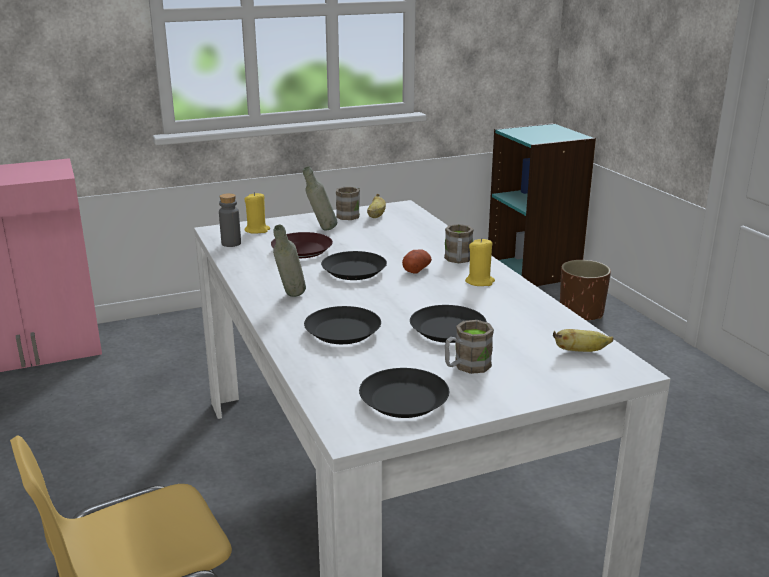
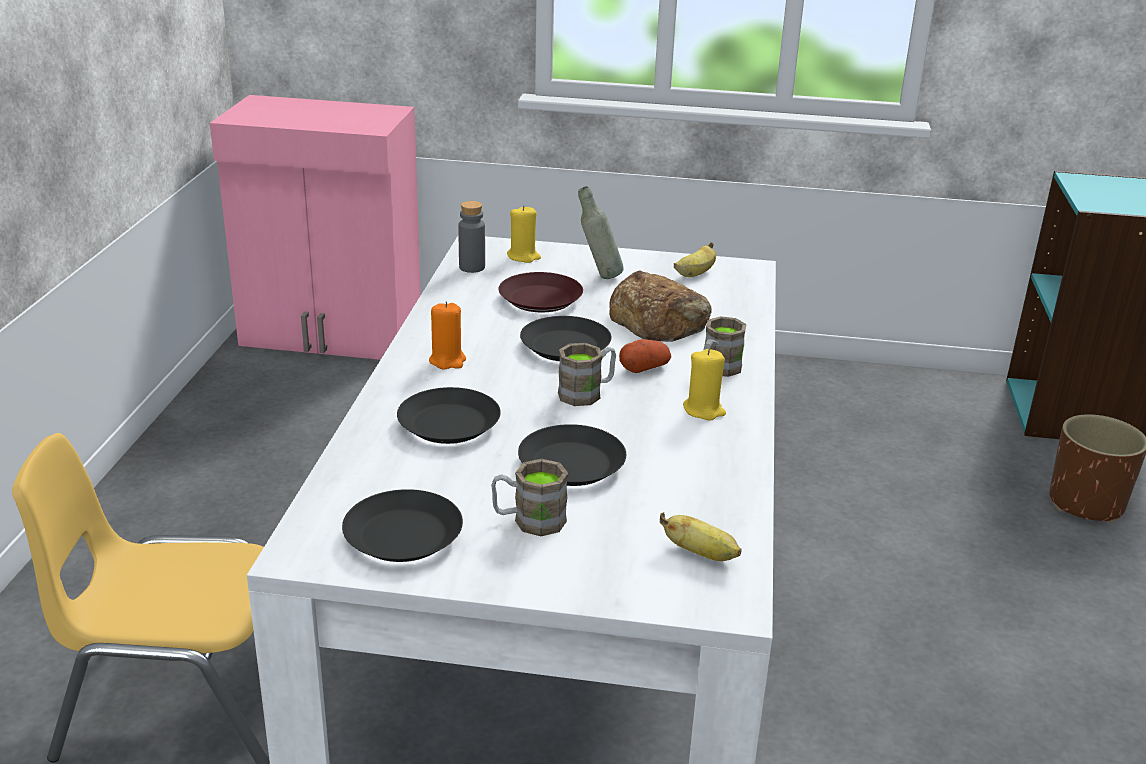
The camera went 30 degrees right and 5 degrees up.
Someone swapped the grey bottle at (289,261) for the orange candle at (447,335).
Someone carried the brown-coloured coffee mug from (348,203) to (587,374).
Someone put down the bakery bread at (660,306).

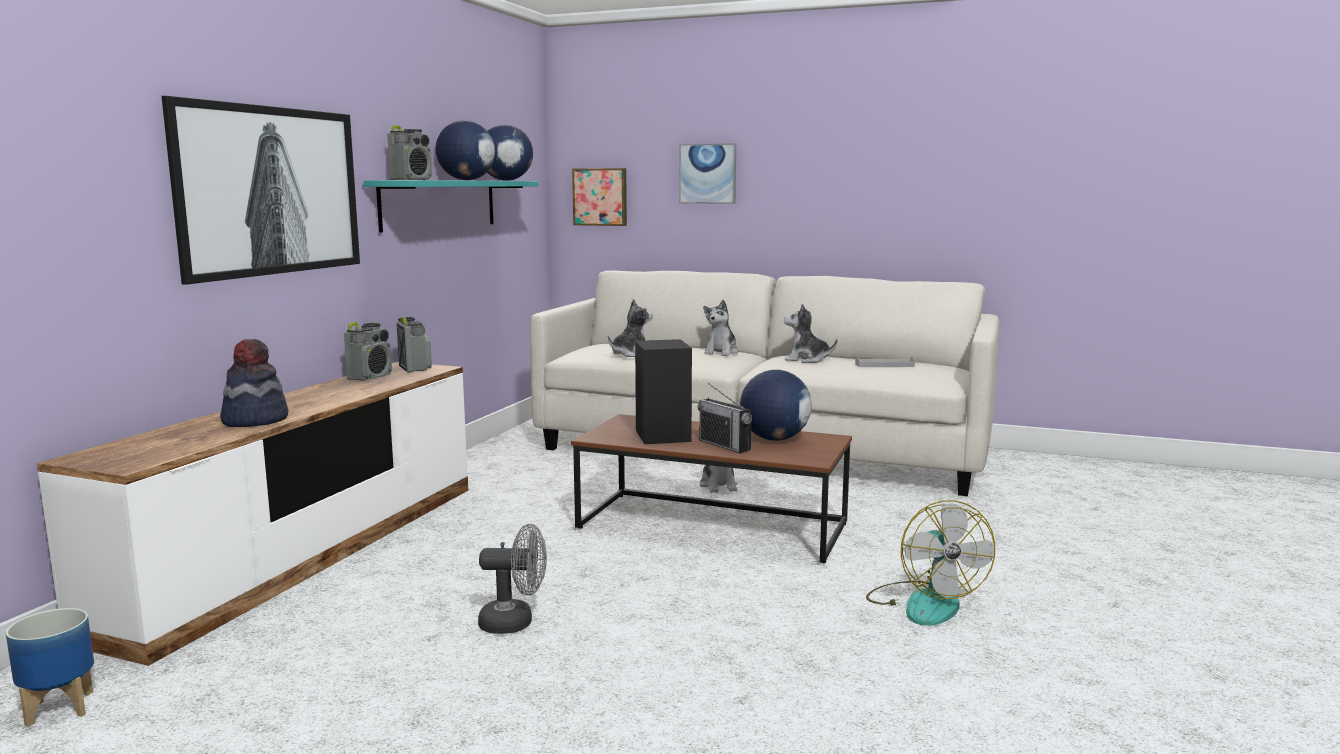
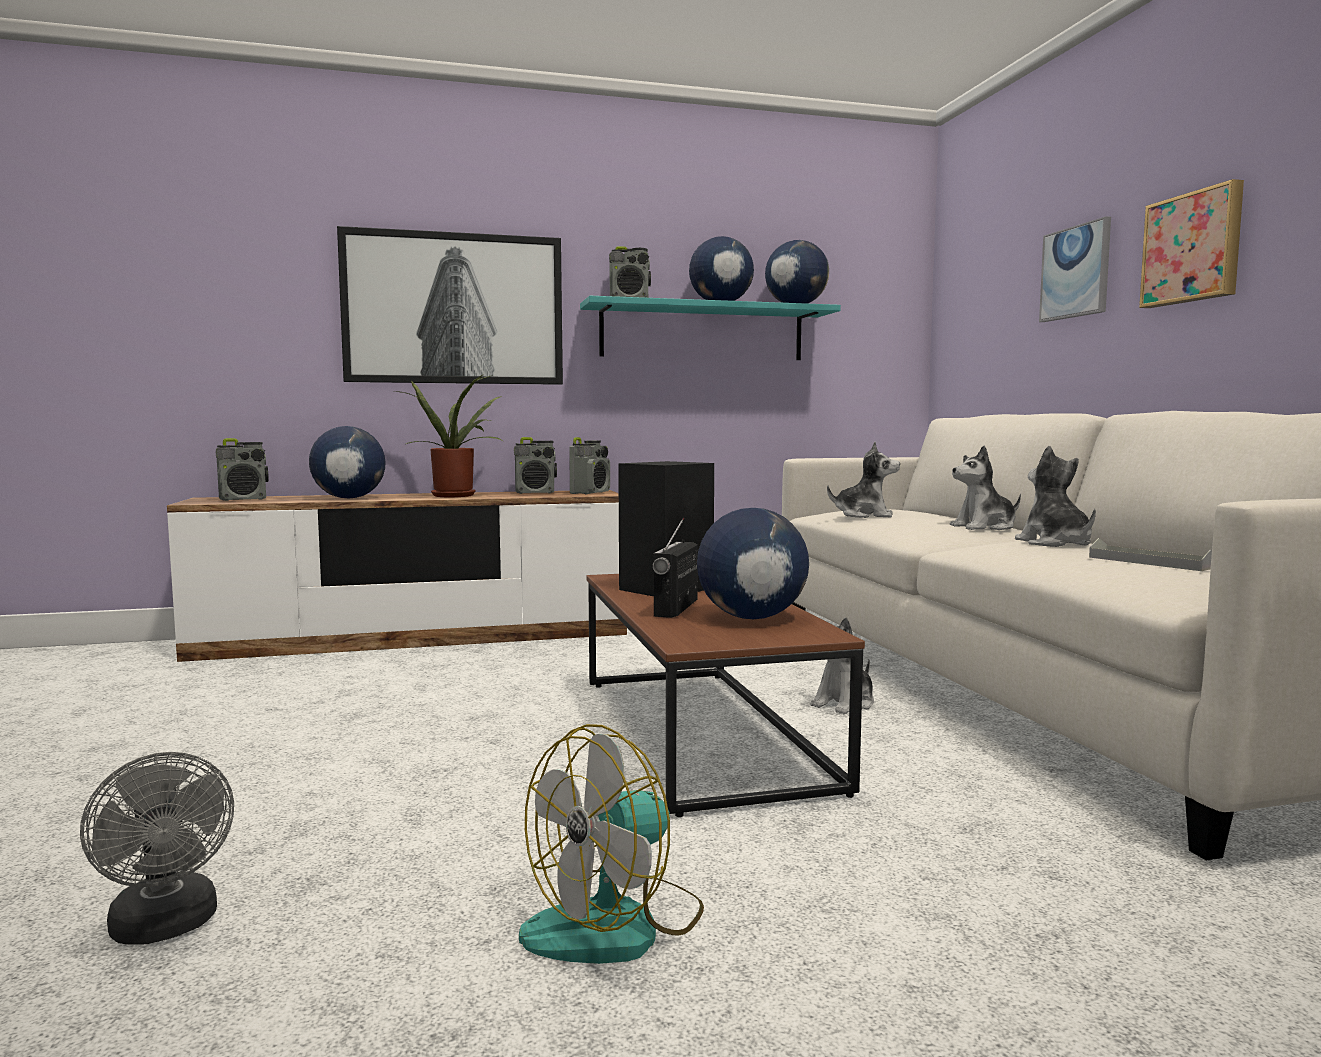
The camera went 55 degrees right and 5 degrees down.
Someone carried the grey fan from (512,579) to (157,848).
Someone put down the radio set at (242,469).
Someone swapped the clothing hat at (254,383) for the world globe at (347,462).
Someone put down the potted plant at (448,435).
Someone carried the picture from (599,197) to (1191,243).
Someone took away the plant pot at (50,667).

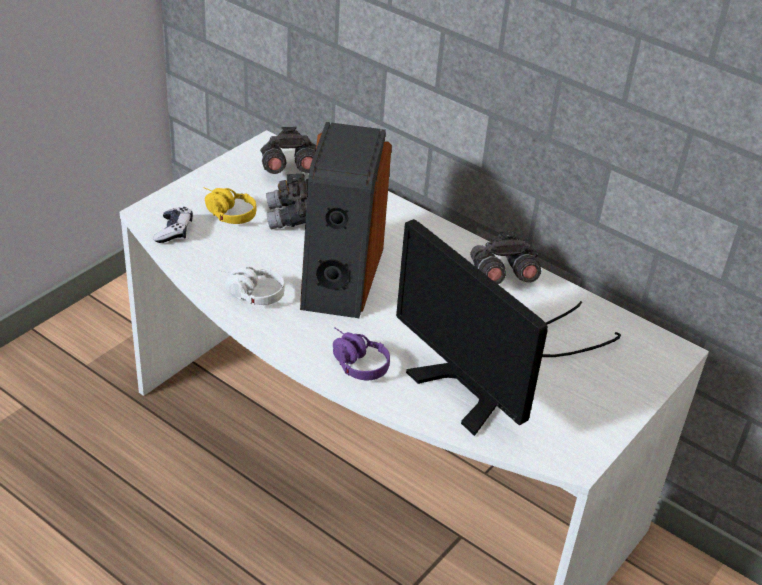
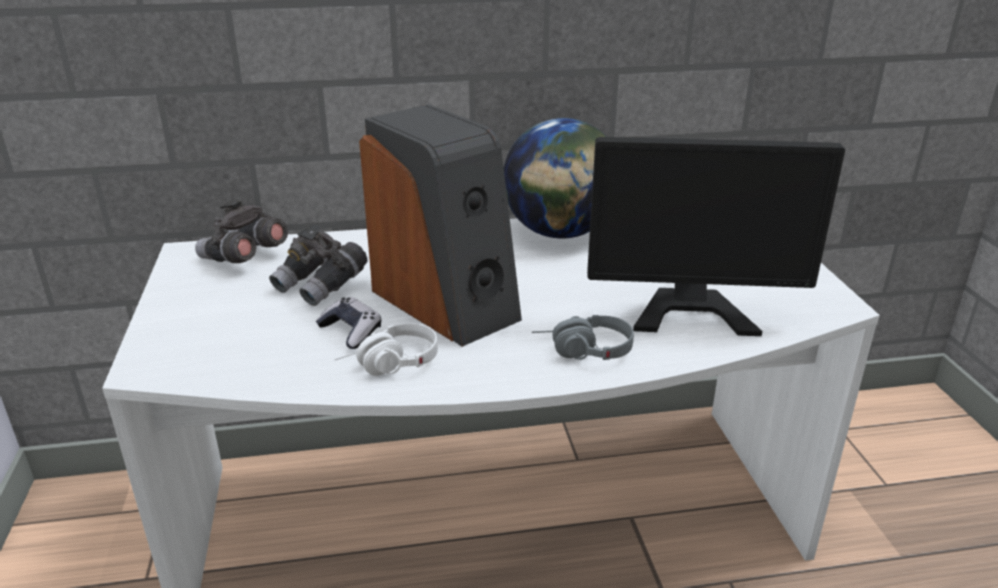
The camera went 45 degrees left and 10 degrees down.
Someone carried the gamepad from (173,225) to (348,323).
Someone swapped the grey binoculars at (505,257) for the world globe at (555,178).
Someone repainted the purplish headset at (361,353), which became the grey headset at (583,337).
Someone took away the yellow headset at (230,205).

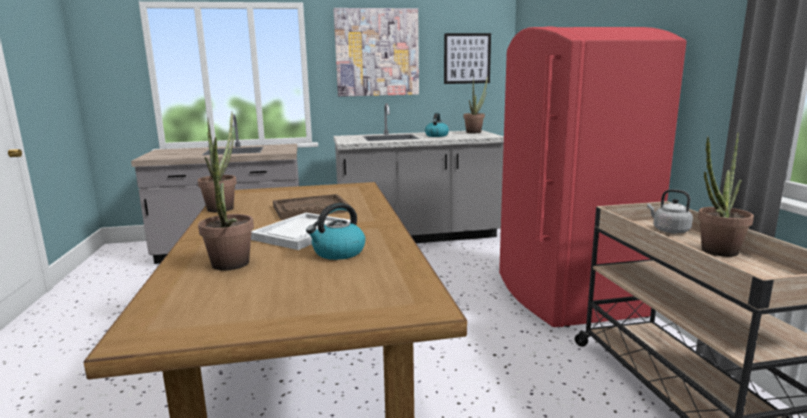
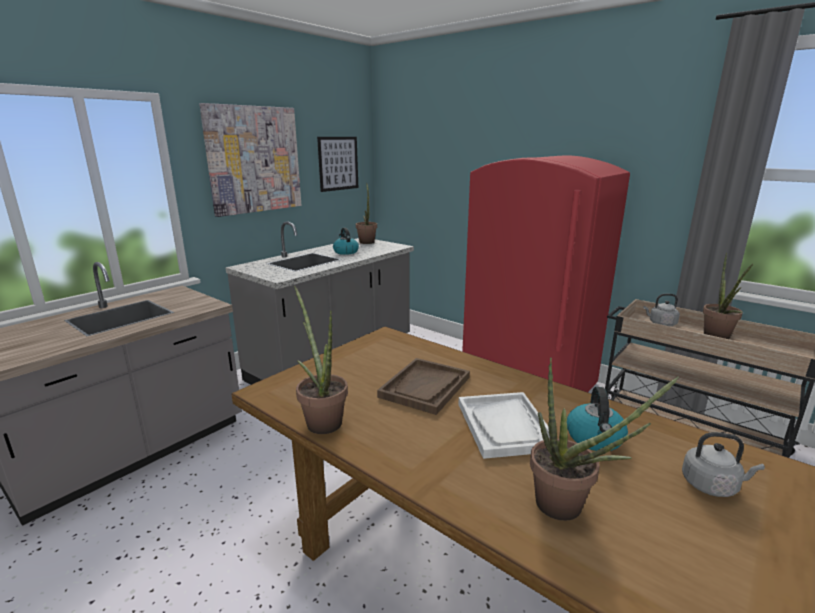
The camera went 40 degrees left and 5 degrees up.
Someone put down the grey tea kettle at (723,464).

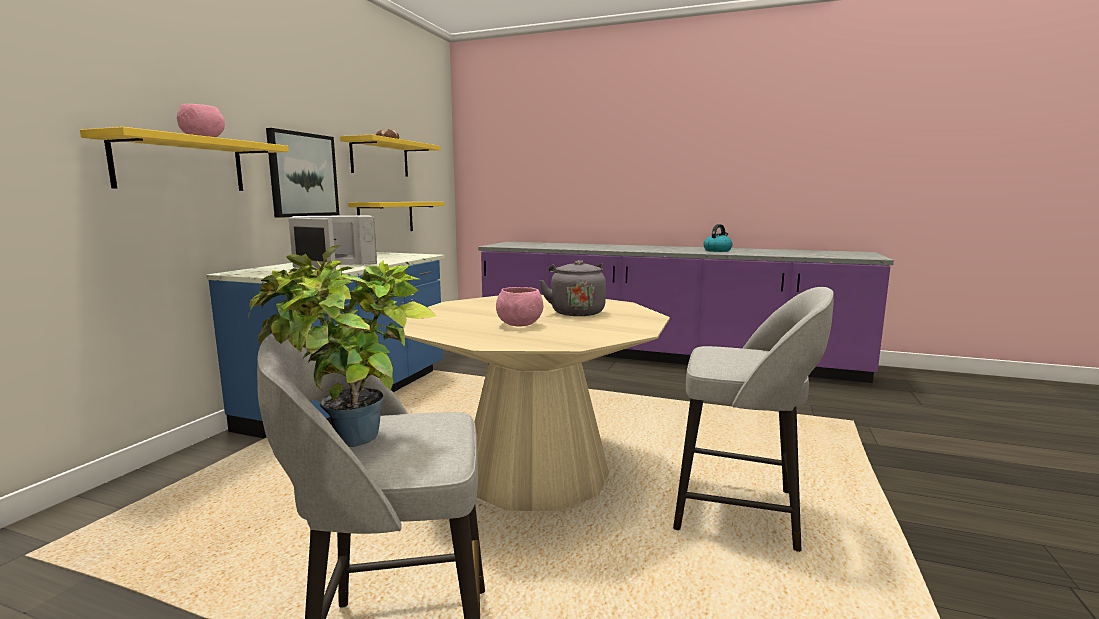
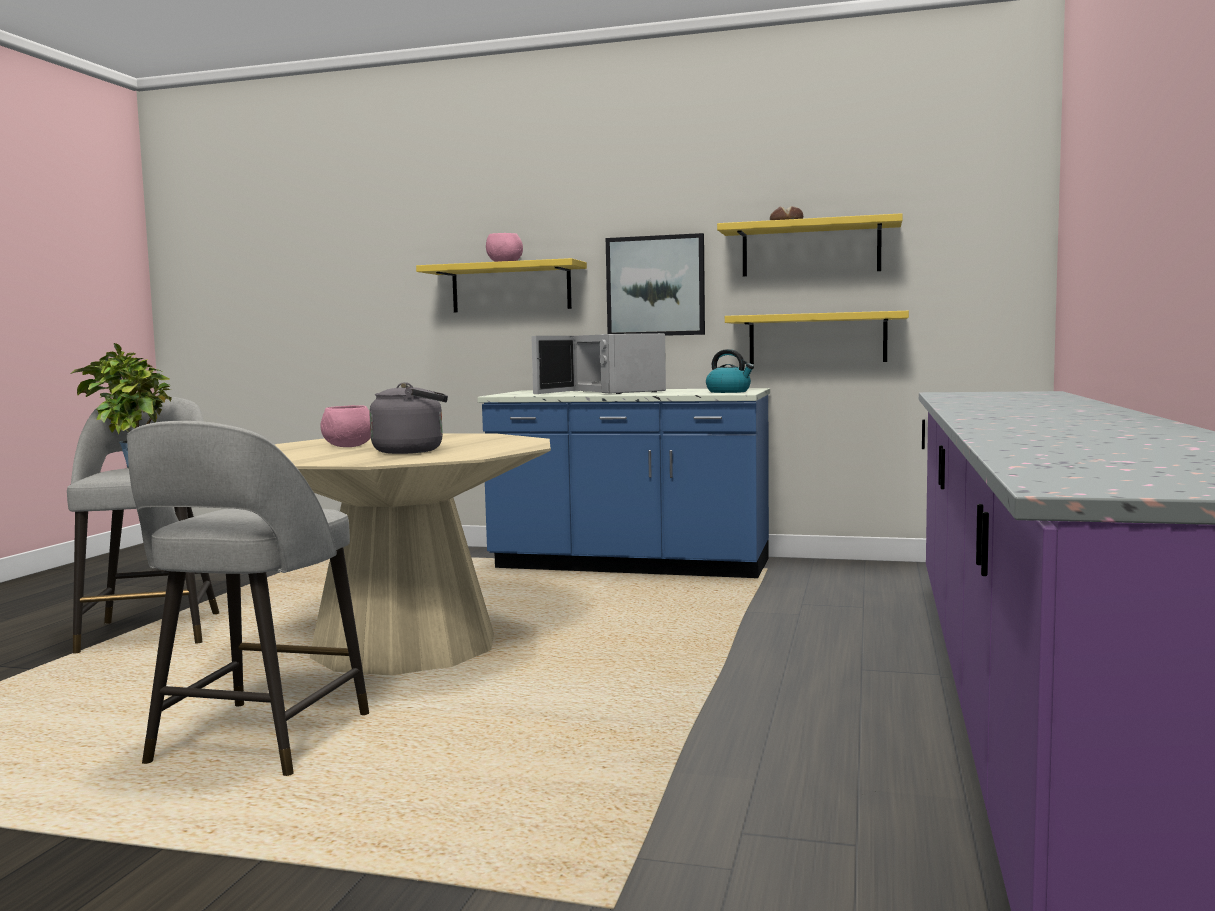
The camera went 85 degrees right and 5 degrees down.
Someone carried the tea kettle from (718,238) to (730,371).

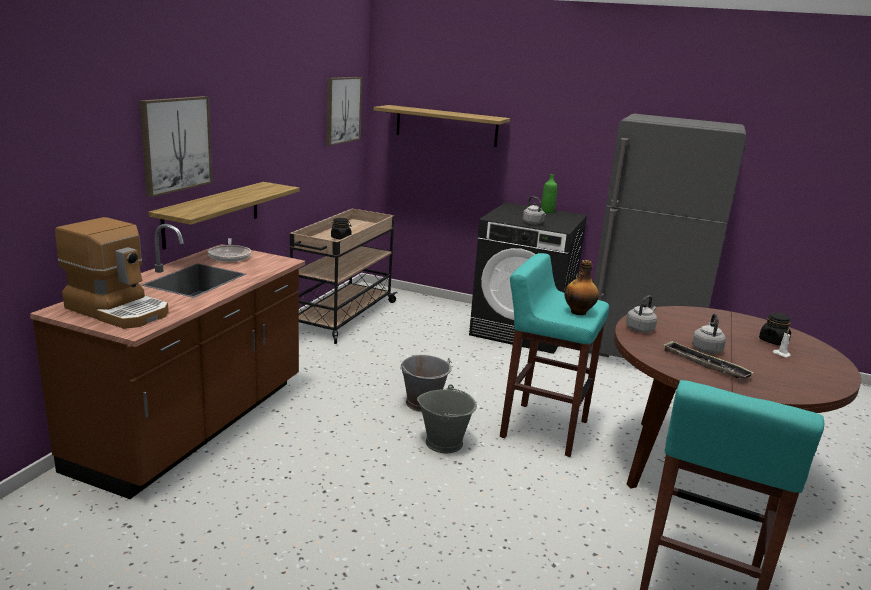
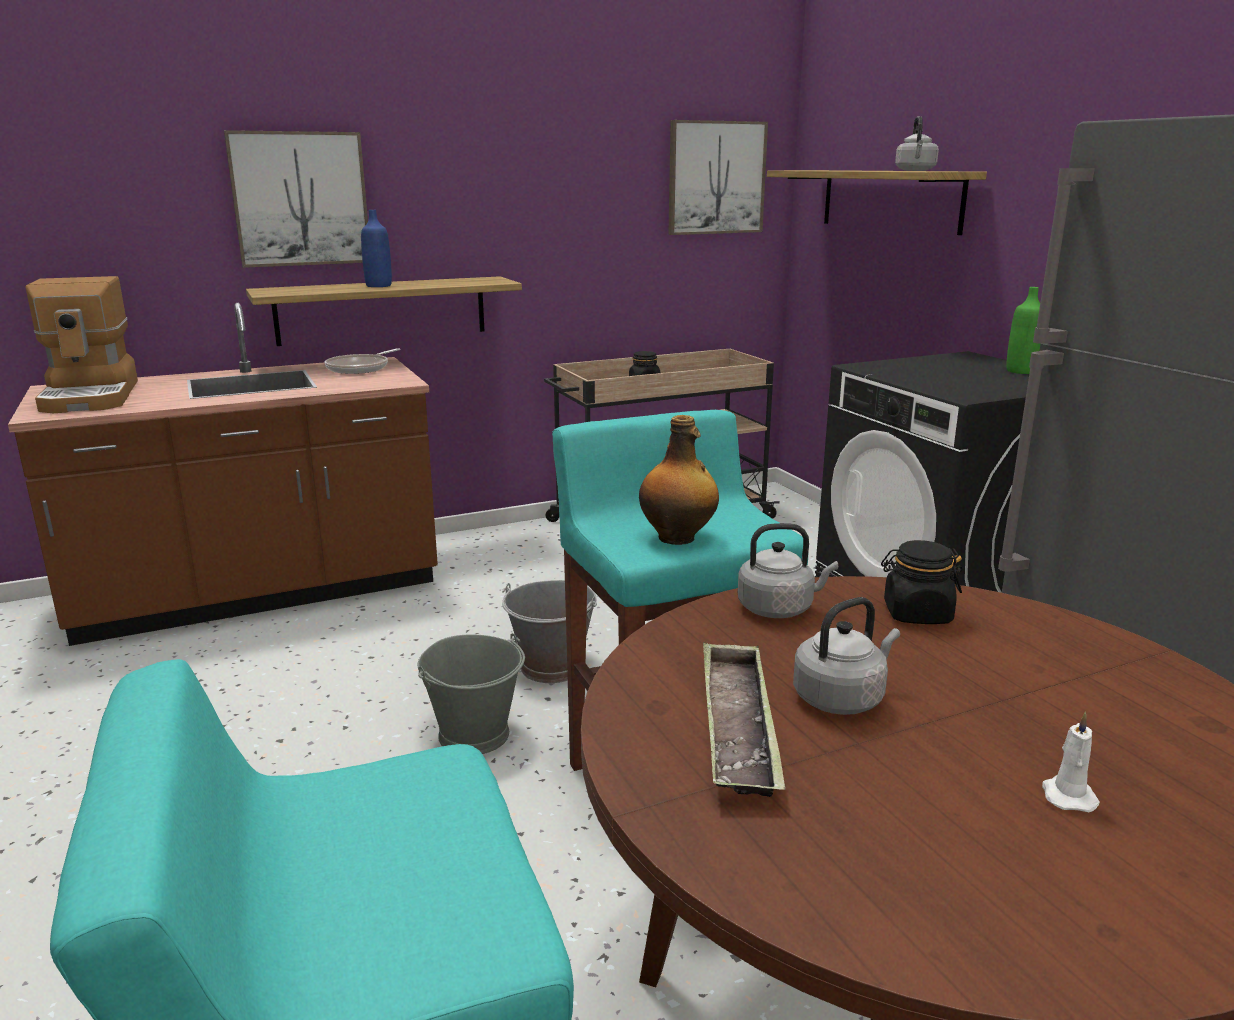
The camera went 45 degrees right and 0 degrees up.
Someone put down the blue-coloured bottle at (376,248).
Someone carried the blackish storage jar from (775,329) to (922,582).
Someone carried the grey tea kettle from (534,210) to (917,143).

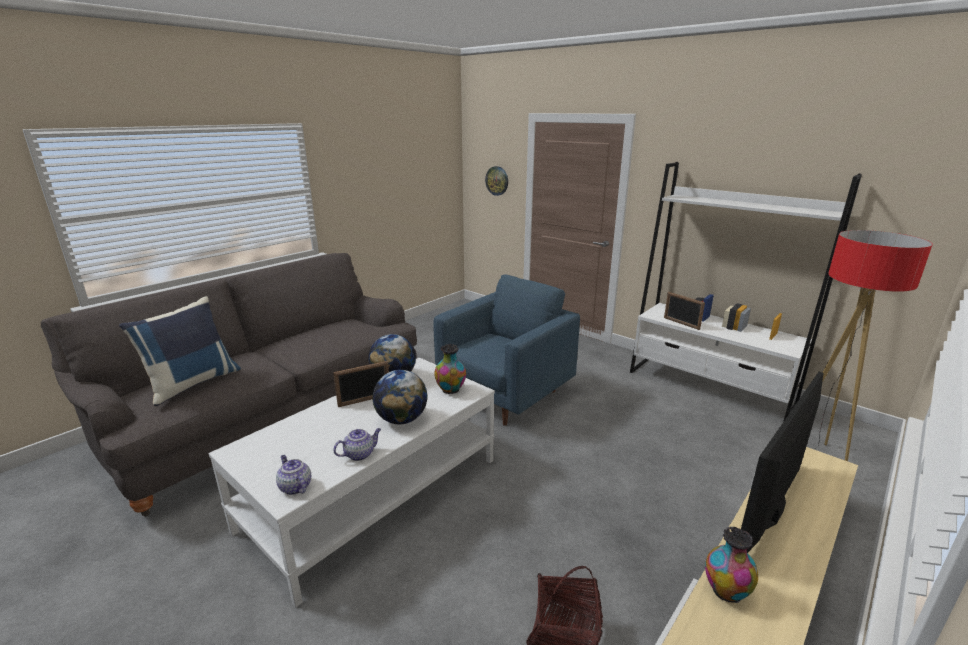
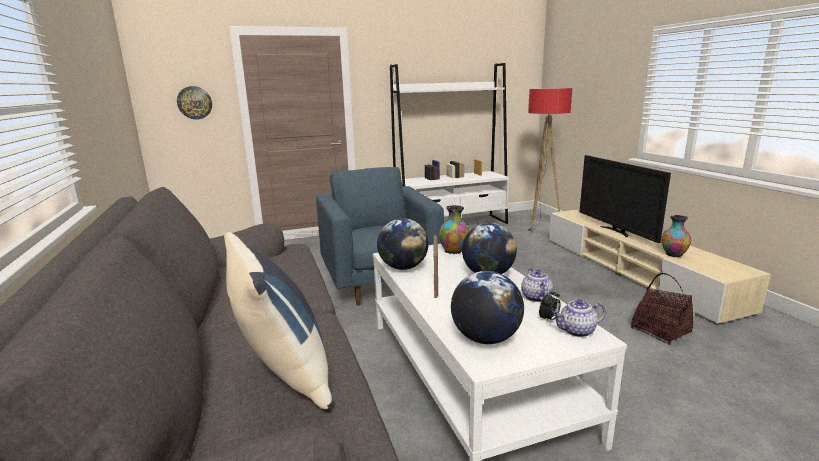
The camera went 60 degrees left and 5 degrees down.
Someone put down the world globe at (487,307).
Someone put down the bedside clock at (550,306).
Someone took away the photo frame at (684,311).

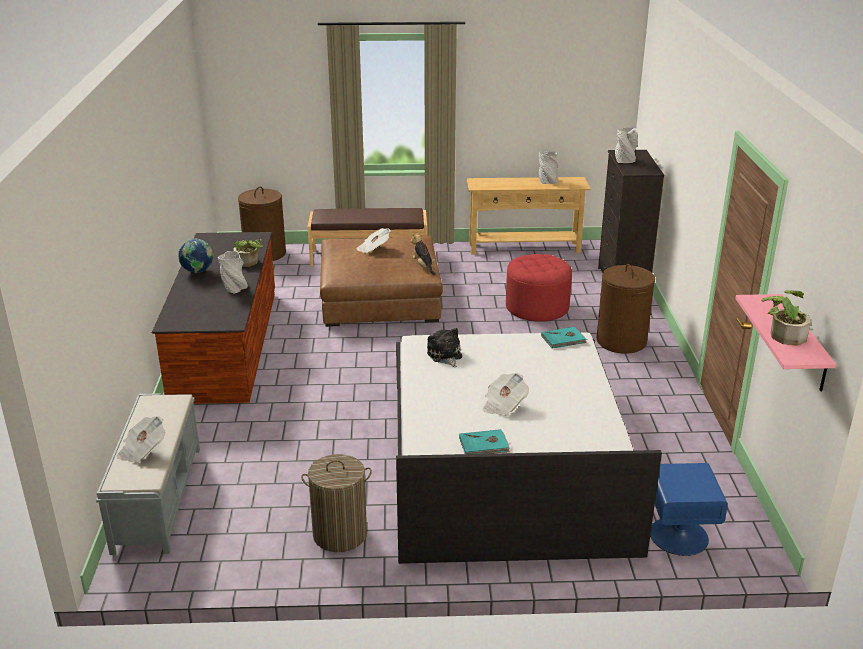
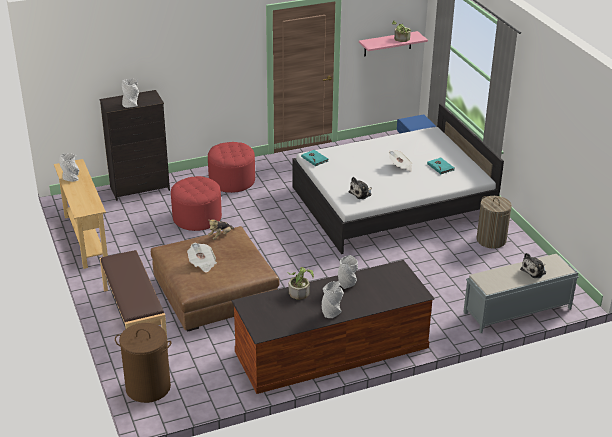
The camera went 110 degrees left and 5 degrees up.
Someone swapped the brown-coloured laundry basket at (626,309) for the red footrest at (231,167).
Someone swapped the world globe at (196,256) for the grey flower vase at (333,299).
Someone swapped the printed paper at (141,439) for the plush toy at (533,265).

